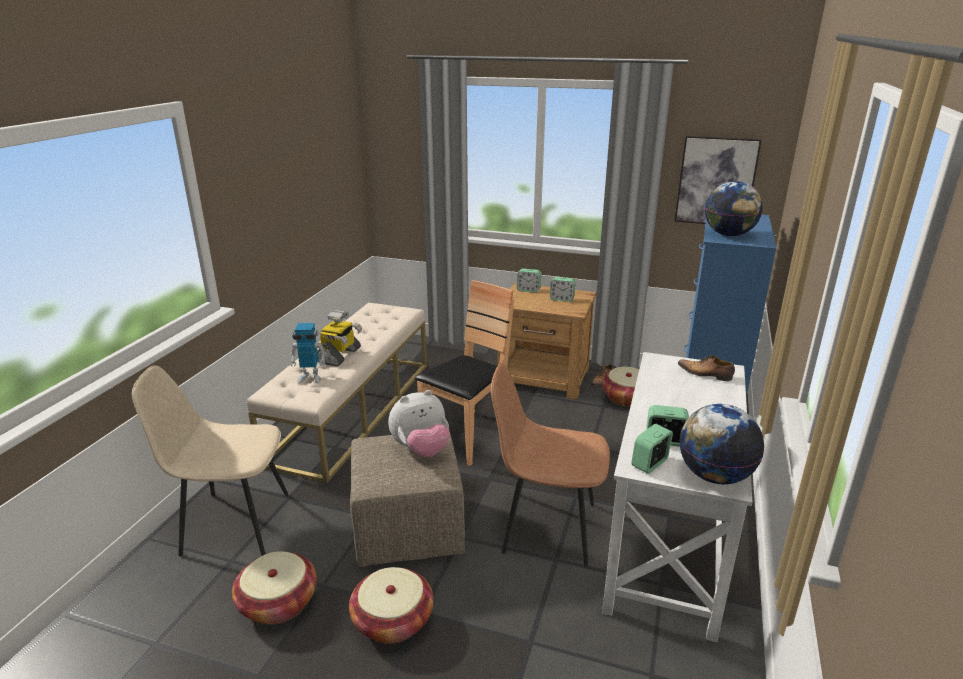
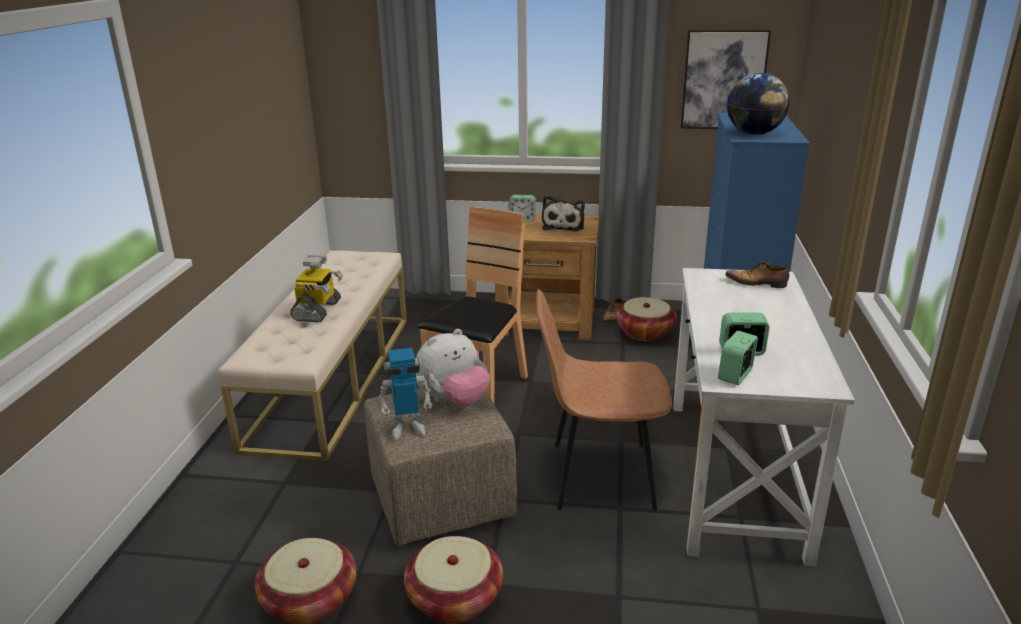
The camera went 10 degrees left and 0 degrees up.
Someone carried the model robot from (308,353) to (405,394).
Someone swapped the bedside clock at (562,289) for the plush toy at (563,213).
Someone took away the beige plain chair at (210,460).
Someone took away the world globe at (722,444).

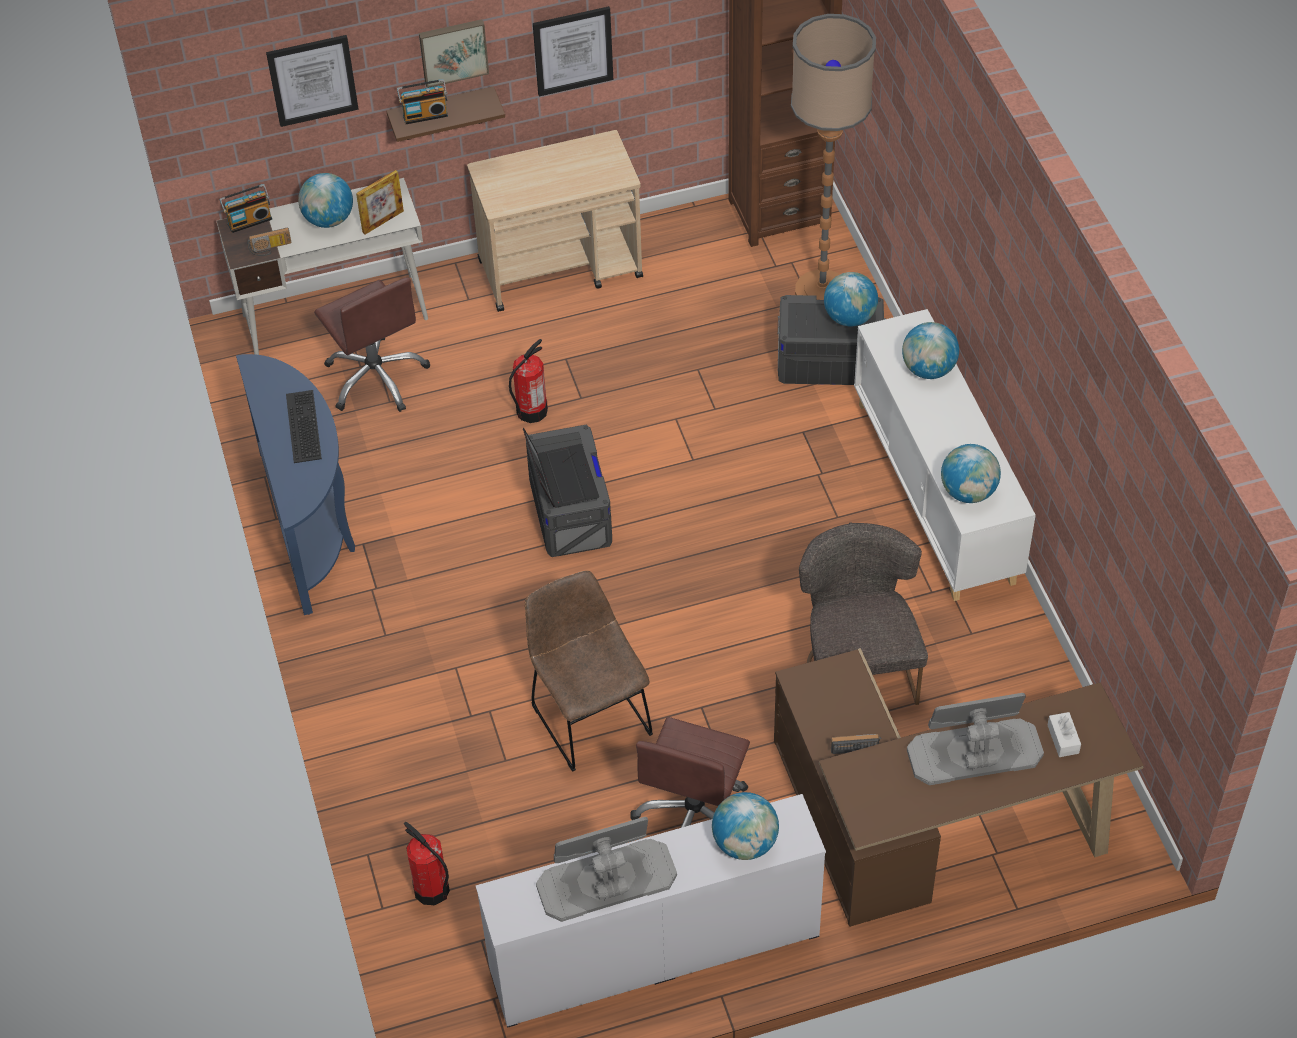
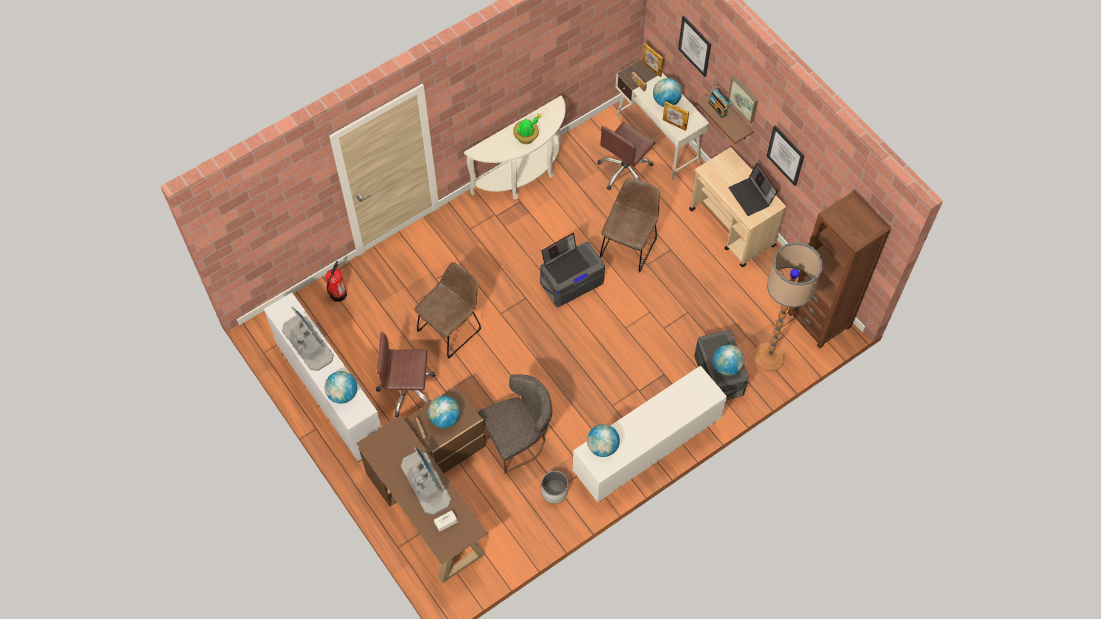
The camera went 70 degrees right and 10 degrees up.
Someone carried the world globe from (930,350) to (444,412).
Someone repainted the blue-coloured hall table at (295,484), which became the white-coloured hall table at (514,147).
Someone swapped the keyboard at (304,426) for the potted plant at (527,128).
Someone put down the white-coloured plant pot at (554,487).
Someone swapped the fire-fighting cylinder at (528,381) for the brown-coloured plain chair at (630,225).
Someone swapped the radio set at (245,208) for the photo frame at (653,60).
Someone put down the laptop at (752,189).

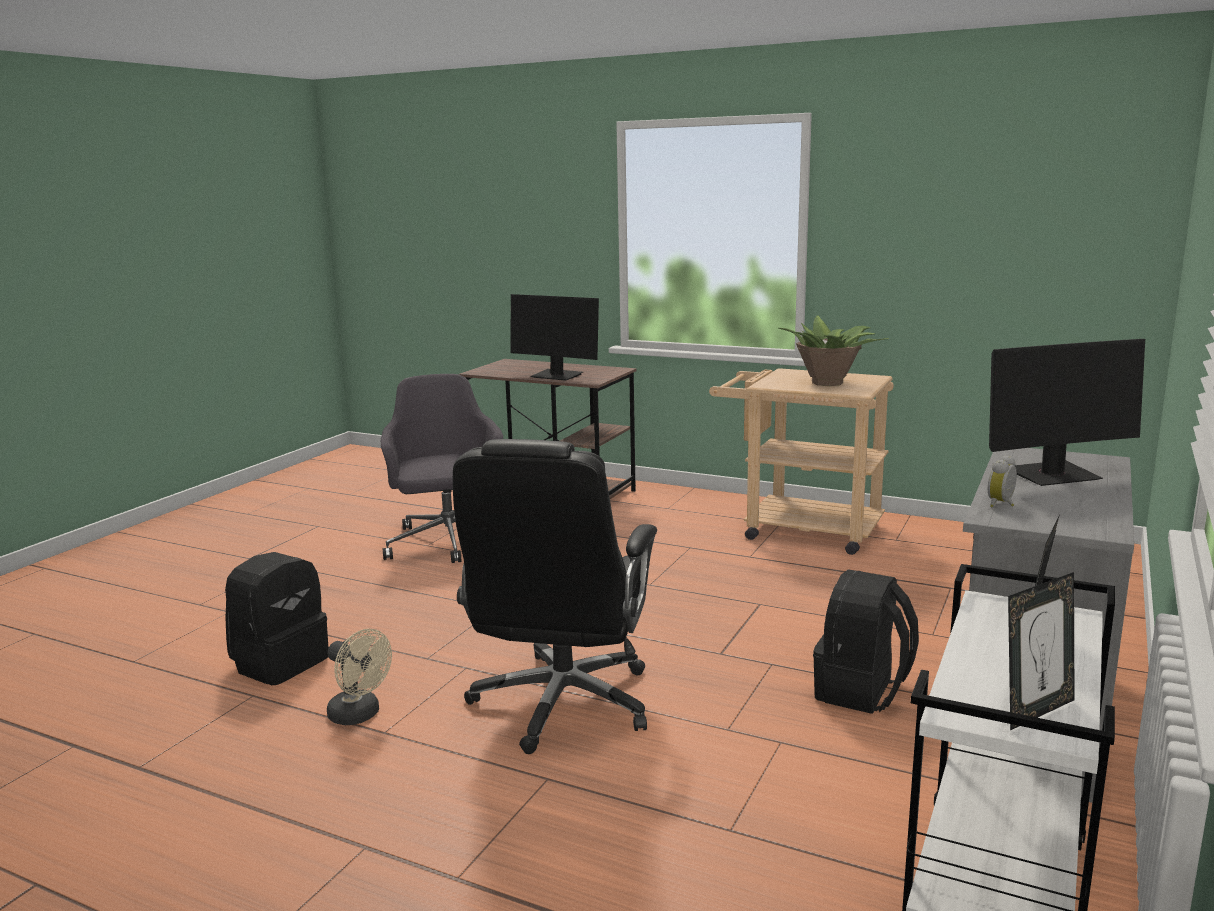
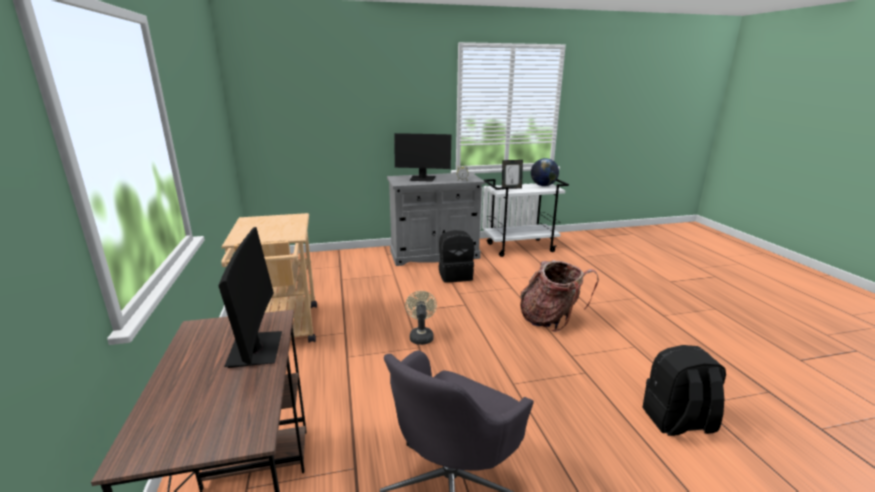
The camera went 130 degrees left and 5 degrees up.
Someone rotated the computer screen at (1067,412) by 150 degrees clockwise.
Someone carried the beige fan from (359,677) to (421,318).
Someone swapped the blackish computer chair at (555,596) for the backpack at (559,296).
Someone swapped the photo frame at (1041,651) for the world globe at (545,172).
Someone took away the potted plant at (834,351).

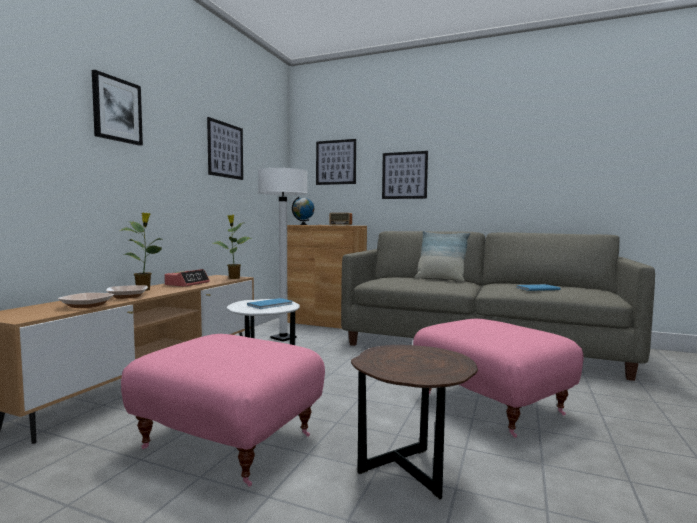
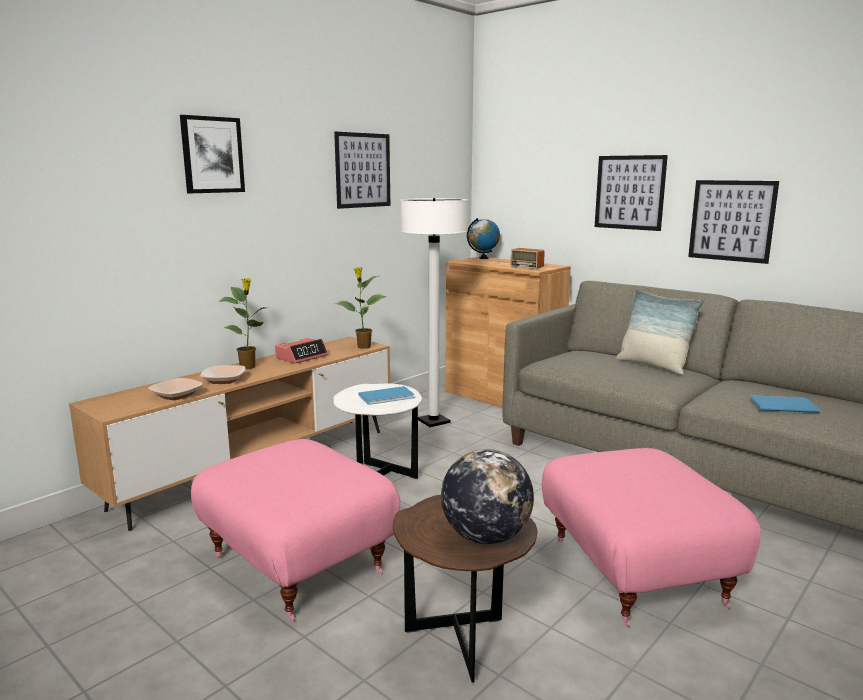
The camera went 20 degrees right and 10 degrees up.
Someone put down the world globe at (487,496).
Someone carried the picture from (336,162) to (733,222).

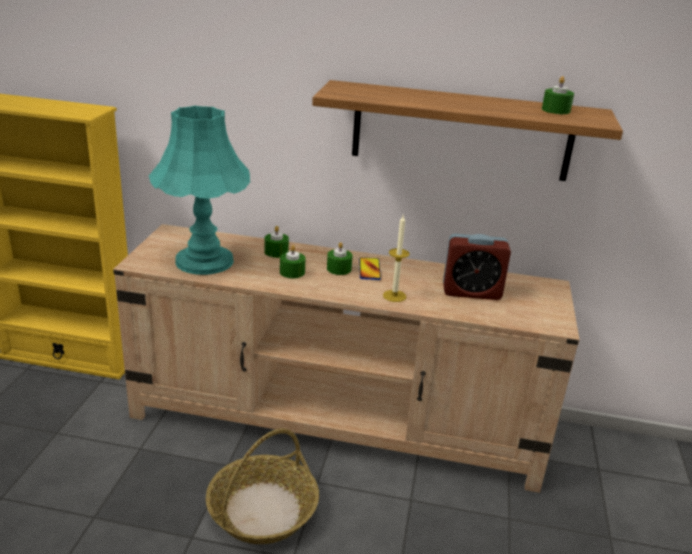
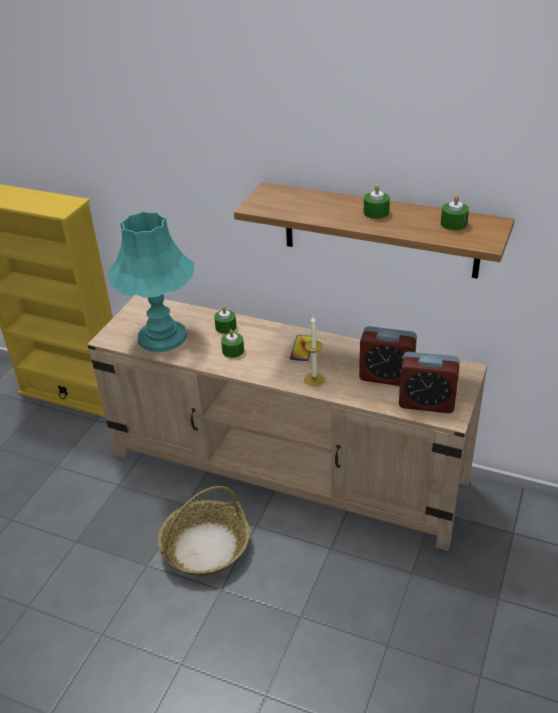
The camera went 15 degrees right and 10 degrees up.
Someone carried the green-coloured candle from (339,258) to (377,202).
Someone put down the bedside clock at (429,382).

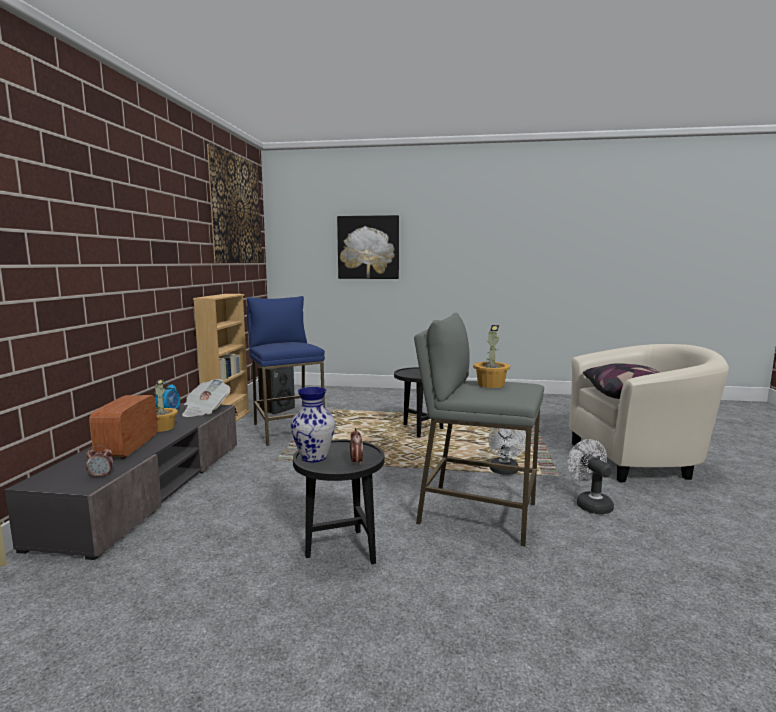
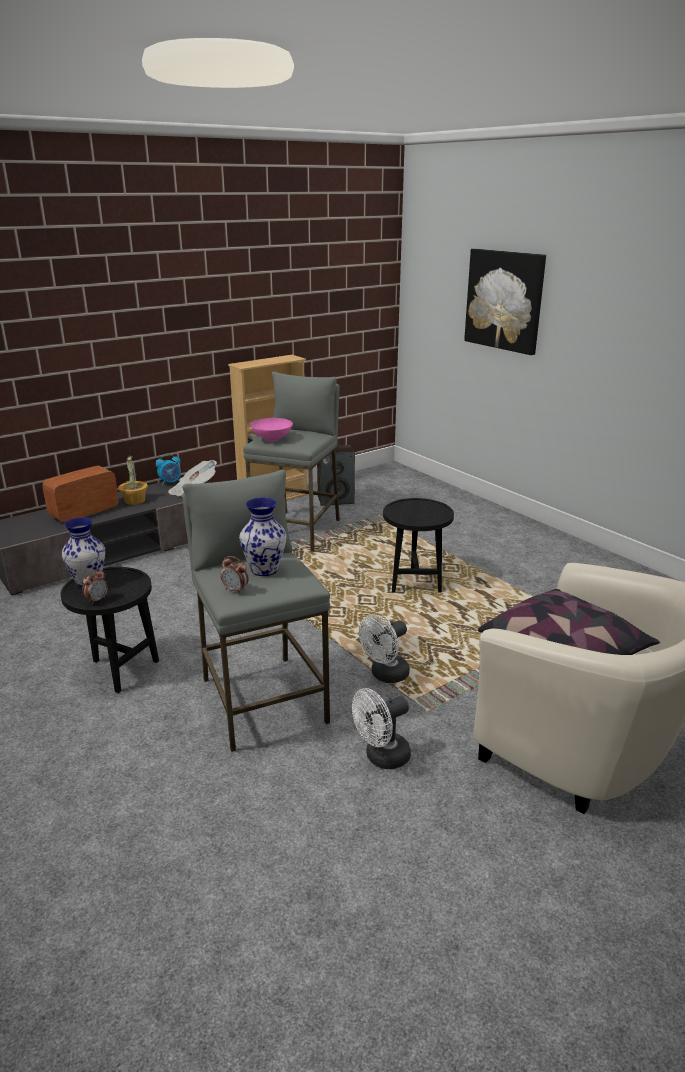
The camera went 45 degrees right and 15 degrees up.
Someone carried the bedside clock from (99,461) to (235,575).
Someone swapped the potted plant at (491,356) for the flower vase at (262,536).
Someone repainted the blue-coloured stool seat at (286,371), which became the grey stool seat at (291,462).
Someone put down the pink deep dish at (271,429).
Someone rotated the white-coloured fan at (590,476) by 150 degrees counterclockwise.
Someone took away the picture at (234,203).

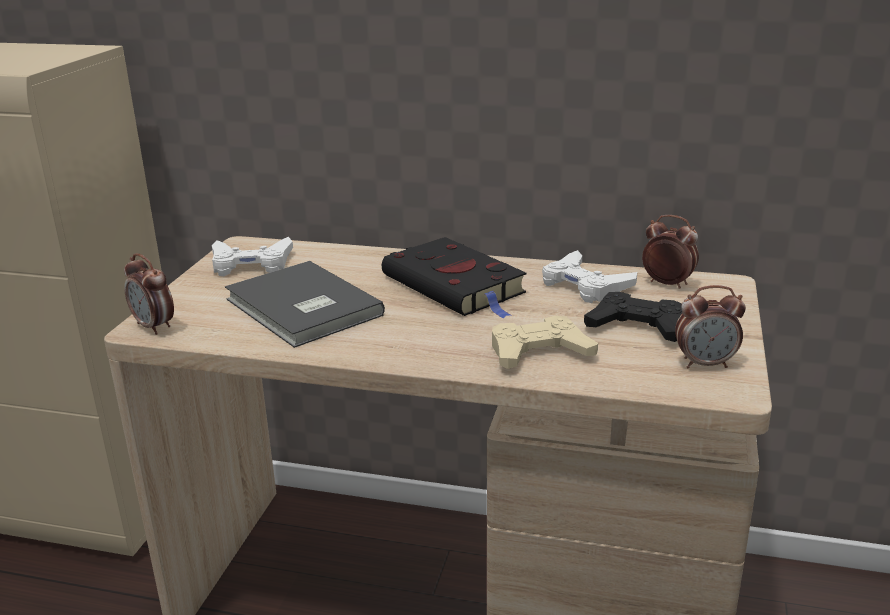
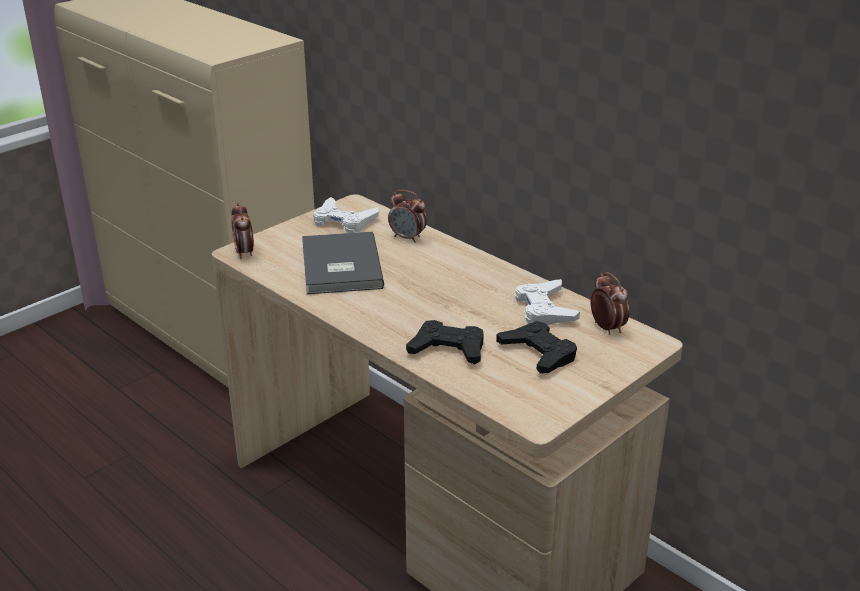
The camera went 30 degrees right and 5 degrees up.
Someone carried the bedside clock from (710,326) to (407,216).
Someone repainted the beige gamepad at (545,342), which became the blackish gamepad at (445,342).
Someone took away the blackish book at (454,277).

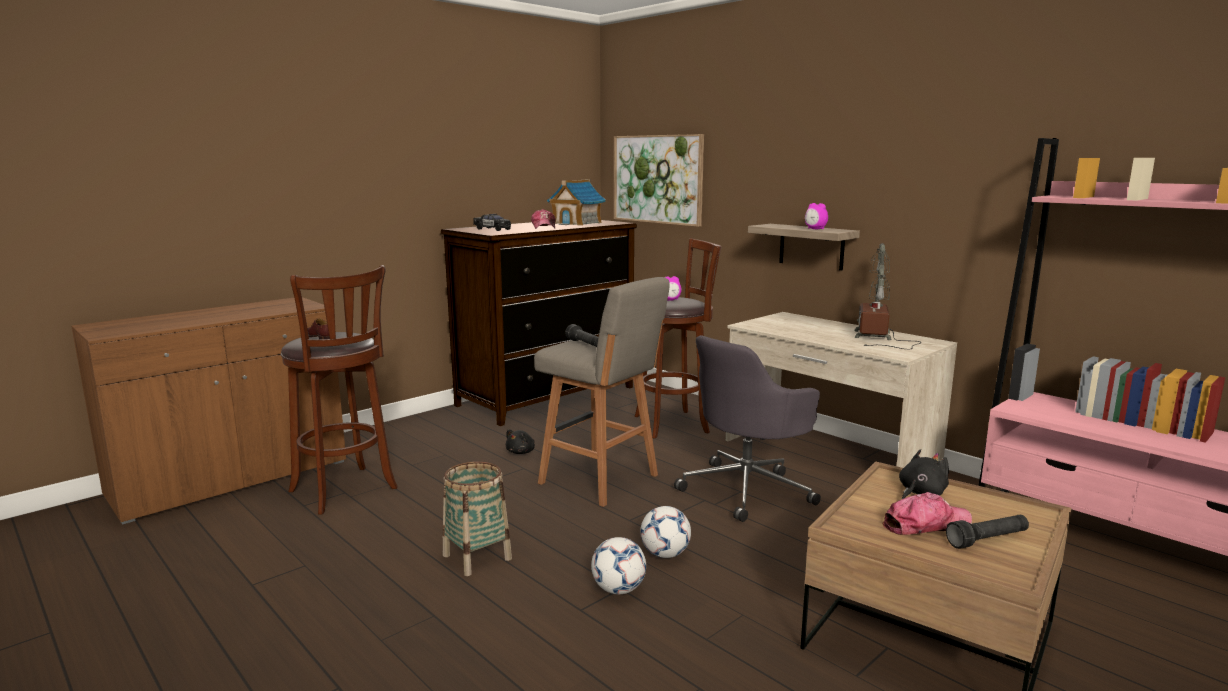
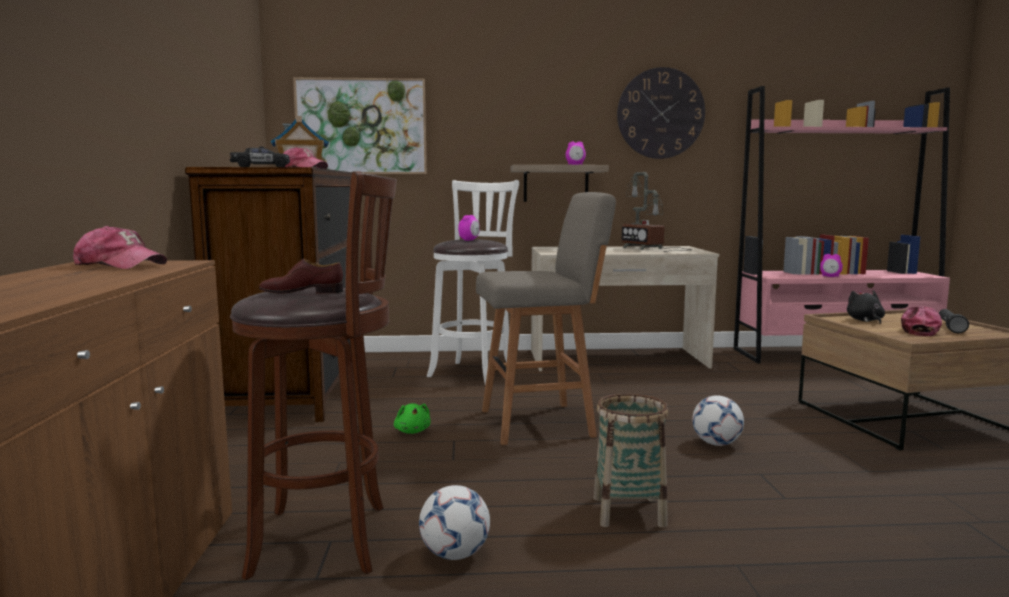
The camera went 50 degrees left and 5 degrees down.
Someone put down the cap at (120,247).
Someone repainted the blackish plush toy at (520,441), which became the green-coloured plush toy at (412,418).
Someone carried the ball for football from (618,565) to (454,522).
Someone repainted the brown-coloured stool seat at (678,338), which became the white-coloured stool seat at (473,282).
Someone put up the hanging clock at (661,113).
Someone put down the bedside clock at (831,265).
Someone took away the blackish hand torch at (581,335).
Someone took away the grey computer chair at (747,428).

